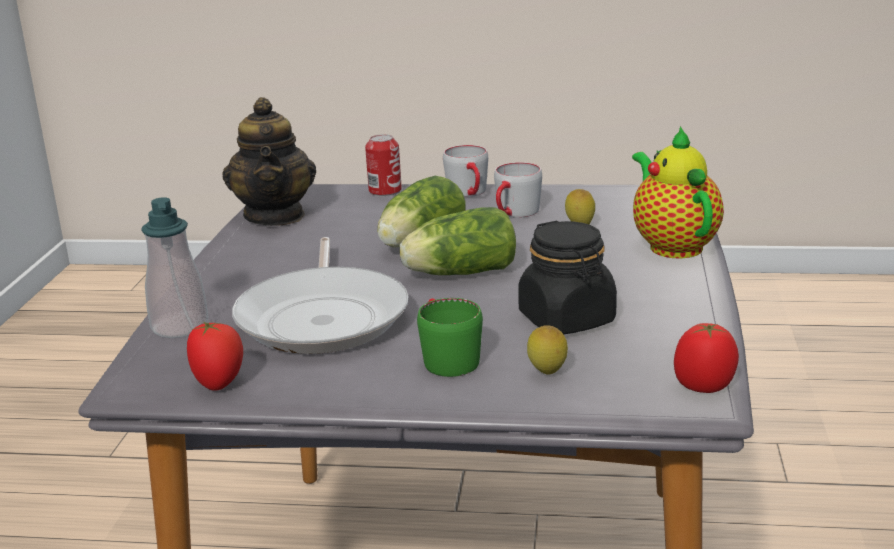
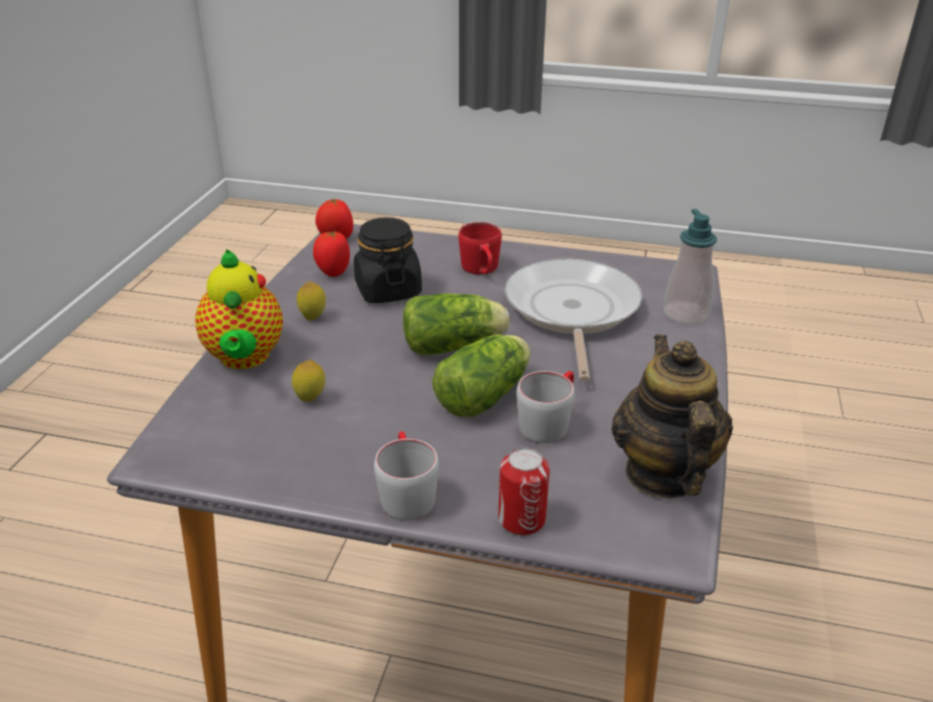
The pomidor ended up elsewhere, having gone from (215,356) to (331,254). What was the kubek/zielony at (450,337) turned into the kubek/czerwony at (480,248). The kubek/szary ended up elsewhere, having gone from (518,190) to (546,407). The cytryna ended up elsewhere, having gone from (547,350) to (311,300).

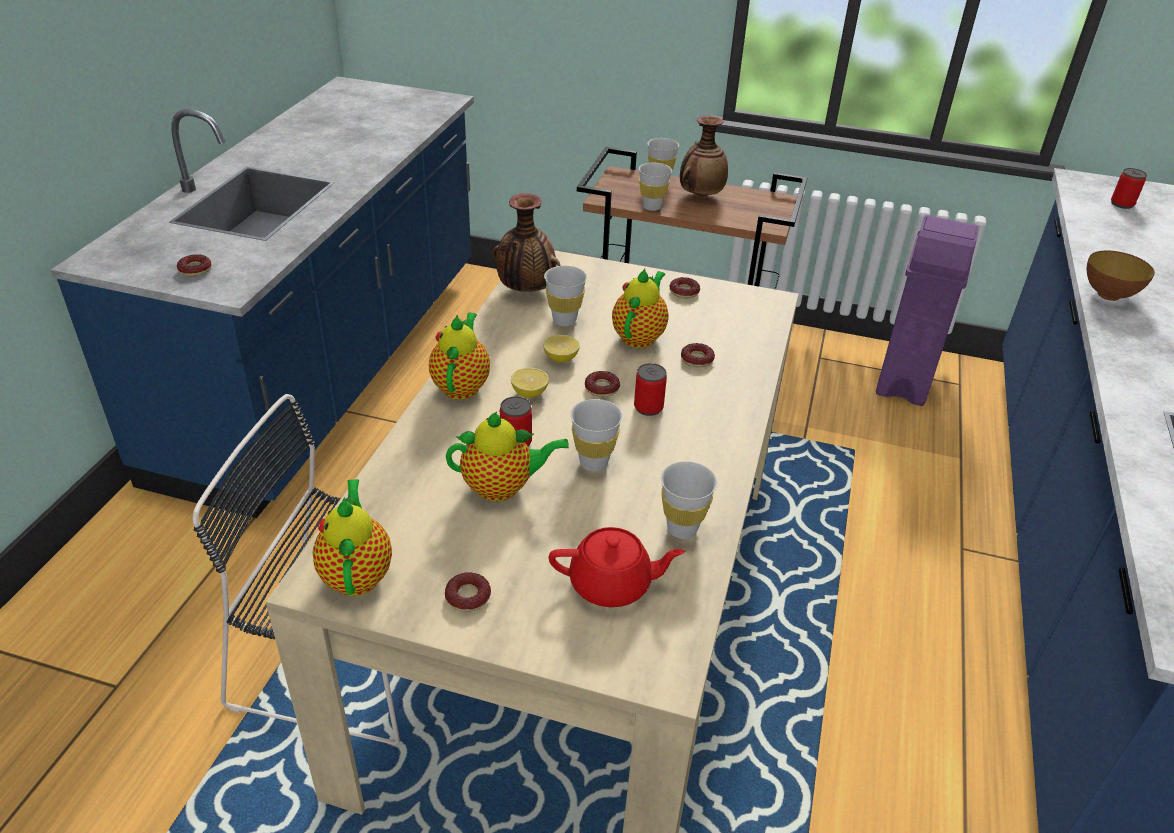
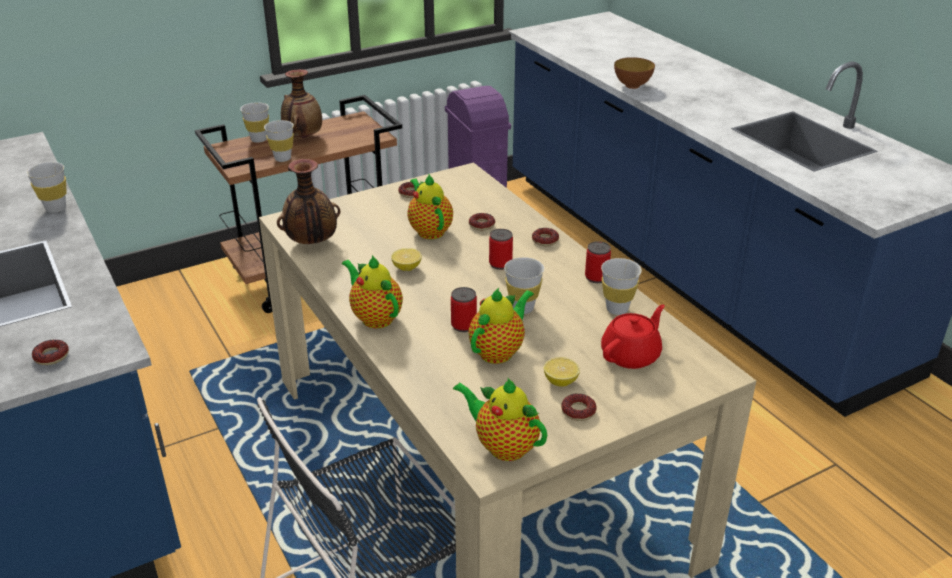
The cytryna ended up elsewhere, having gone from (530,383) to (562,371). The filiżanka/biały ended up elsewhere, having gone from (565,296) to (46,187). The donut ended up elsewhere, having gone from (602,384) to (545,237). The puszka ended up elsewhere, having gone from (1129,188) to (598,262).

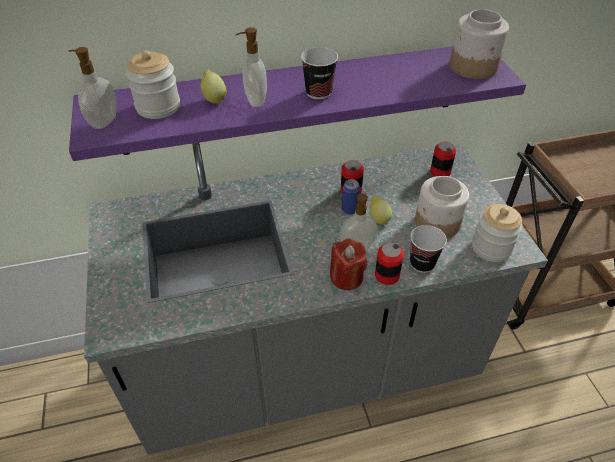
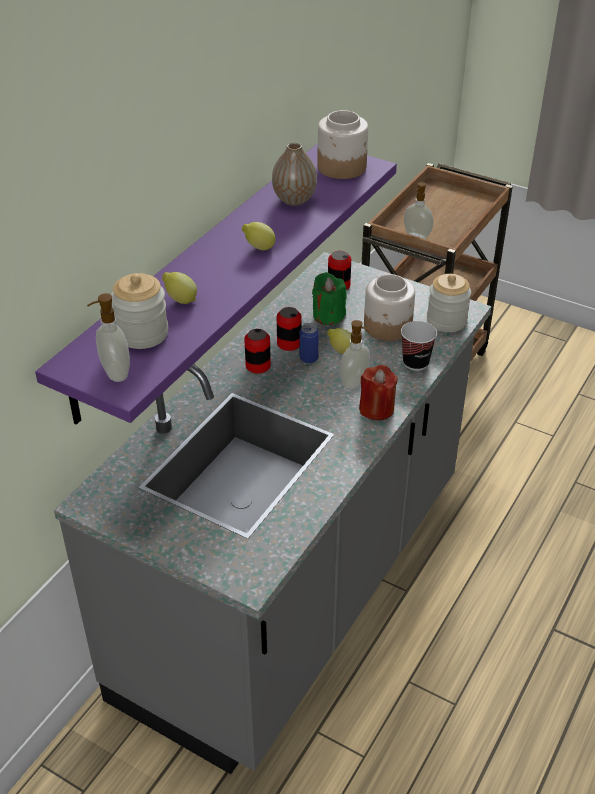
The dozownik mydła ended up elsewhere, having gone from (251,67) to (418,210). Where the filiżanka stood at (319,73), the cytryna came to stand at (258,236). The puszka ended up elsewhere, having gone from (389,264) to (257,351). The second view gained the wazon at (294,174). The second view gained the świeca/zielony at (329,298).

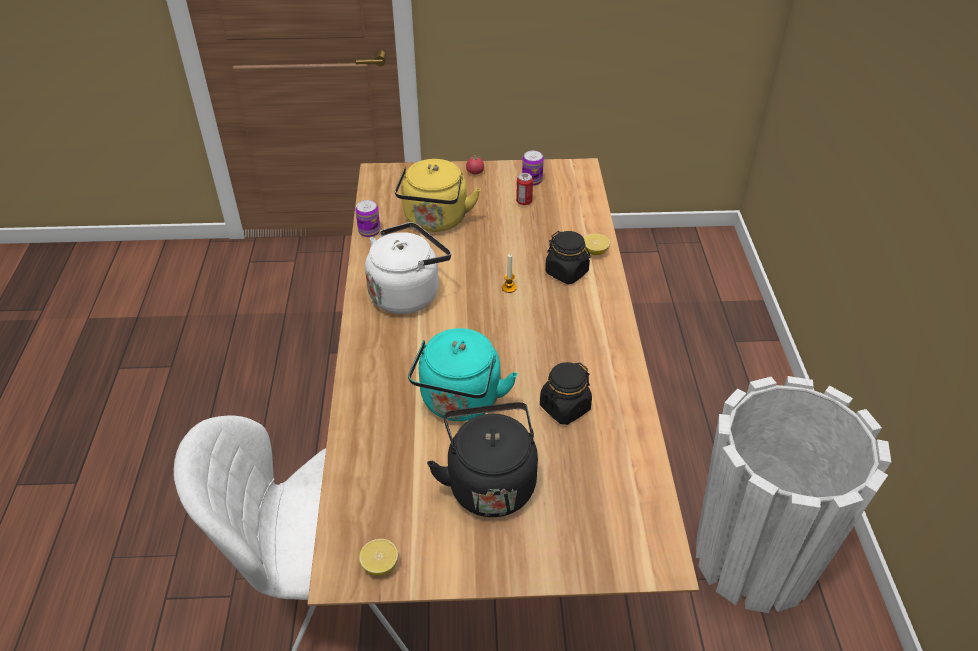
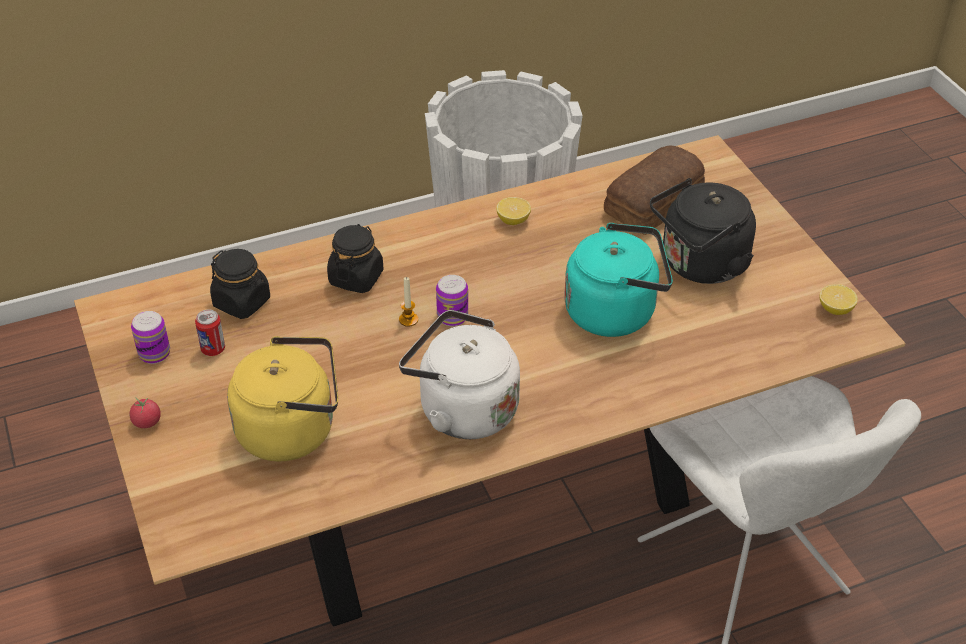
The puszka ended up elsewhere, having gone from (367,219) to (452,300). The słoik/czarny ended up elsewhere, having gone from (566,393) to (240,284). The cytryna ended up elsewhere, having gone from (597,244) to (513,211). The second view gained the chleb at (654,190).

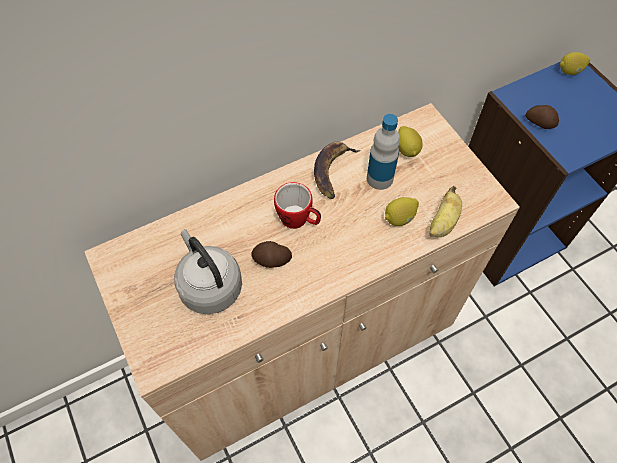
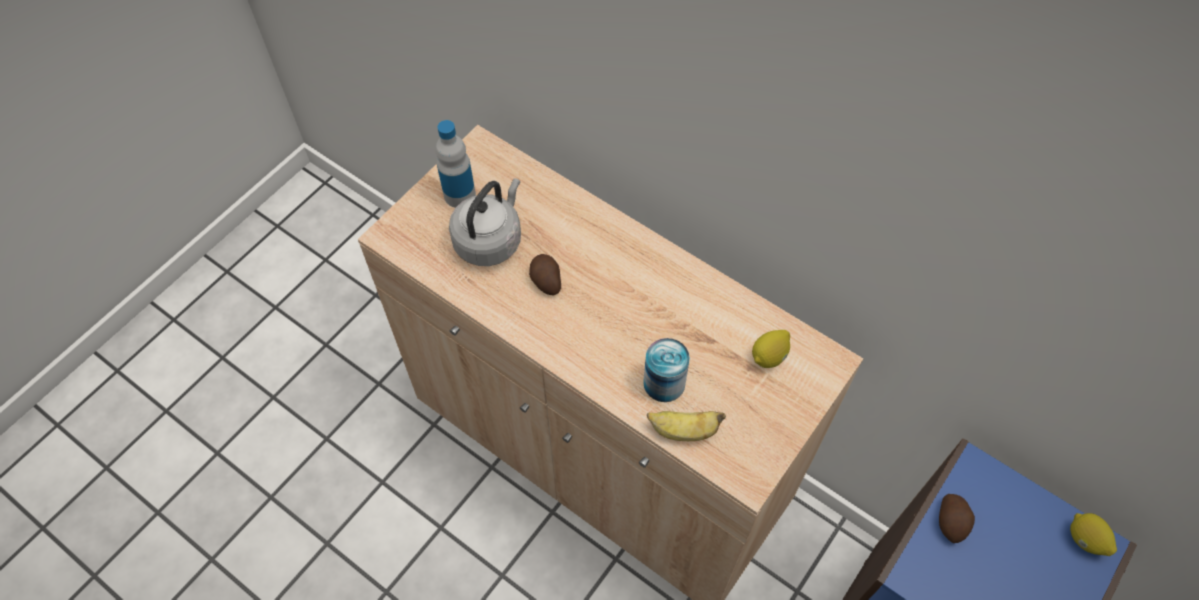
The second view lost the kubek at (297,205). The second view lost the banan at (337,170). The butelka ended up elsewhere, having gone from (383,152) to (456,164). Where the cytryna stood at (402,211), the puszka came to stand at (666,370).

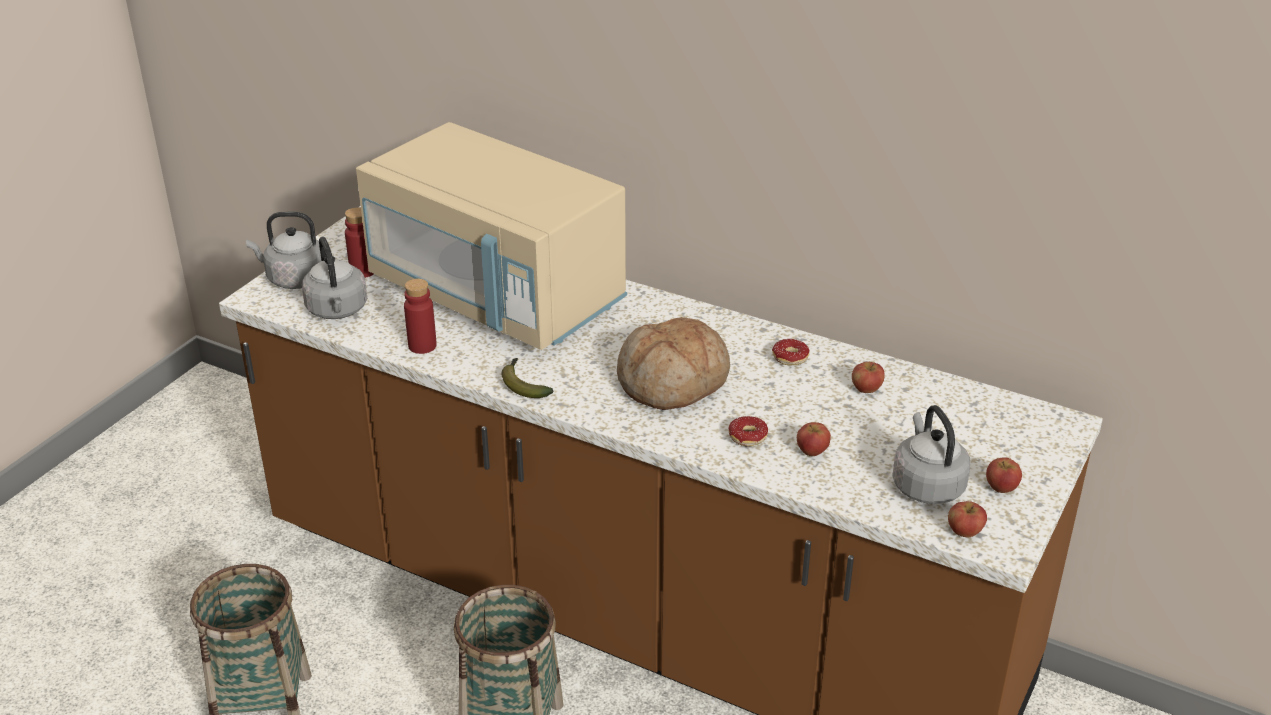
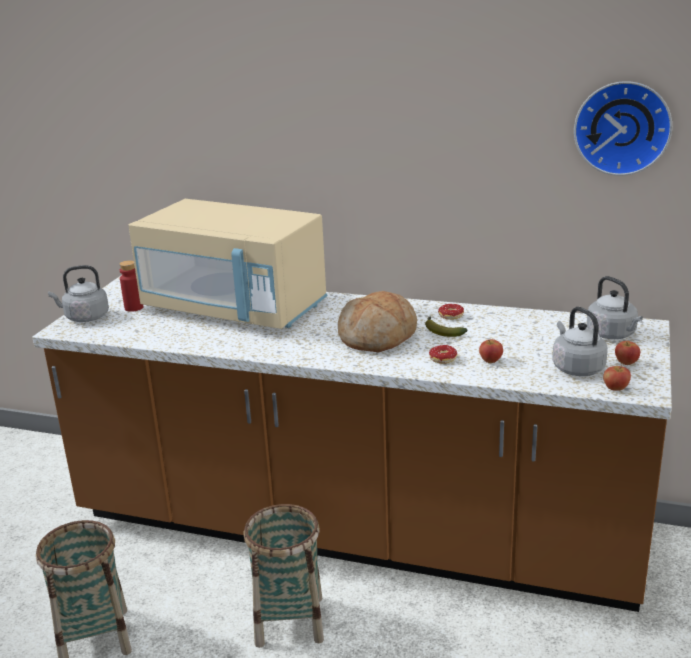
The czajnik/szary ended up elsewhere, having gone from (334,278) to (615,307). The second view lost the butelka/czerwony at (420,316). The banan ended up elsewhere, having gone from (527,378) to (446,326). The second view lost the jabłko at (868,377). The second view gained the zegar ścienny at (623,128).

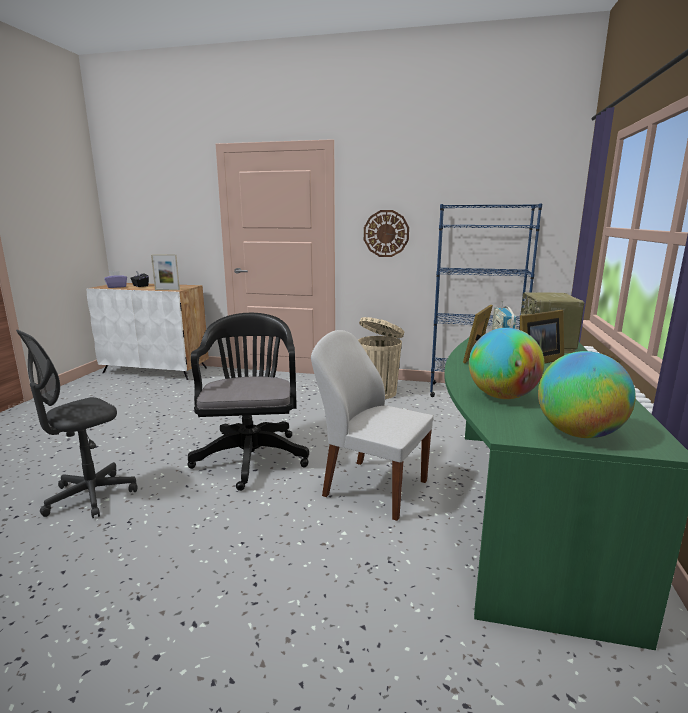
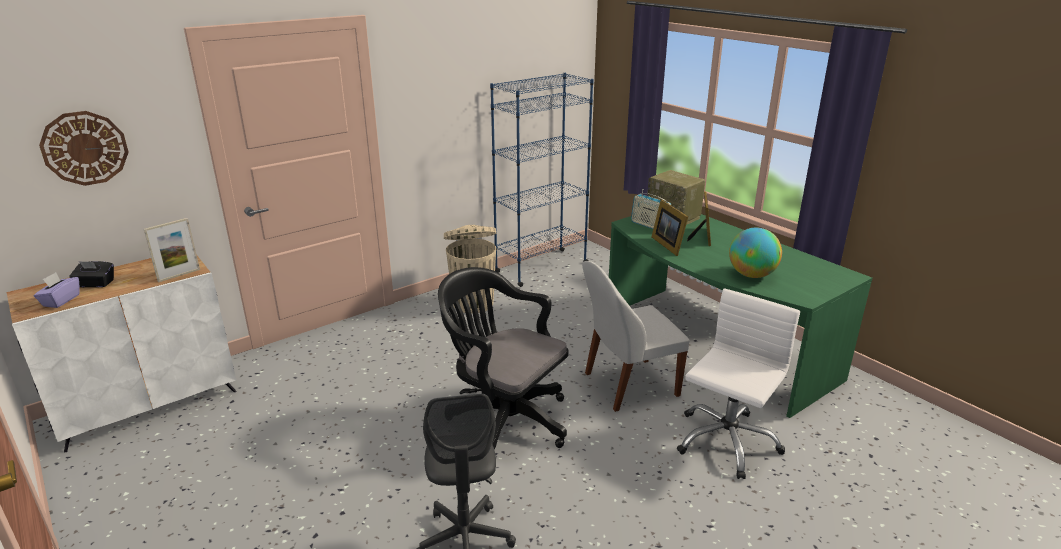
The zegar ścienny ended up elsewhere, having gone from (386,233) to (84,148). The second view lost the globus at (587,394). The second view gained the krzesło biurowe/biały at (738,383).

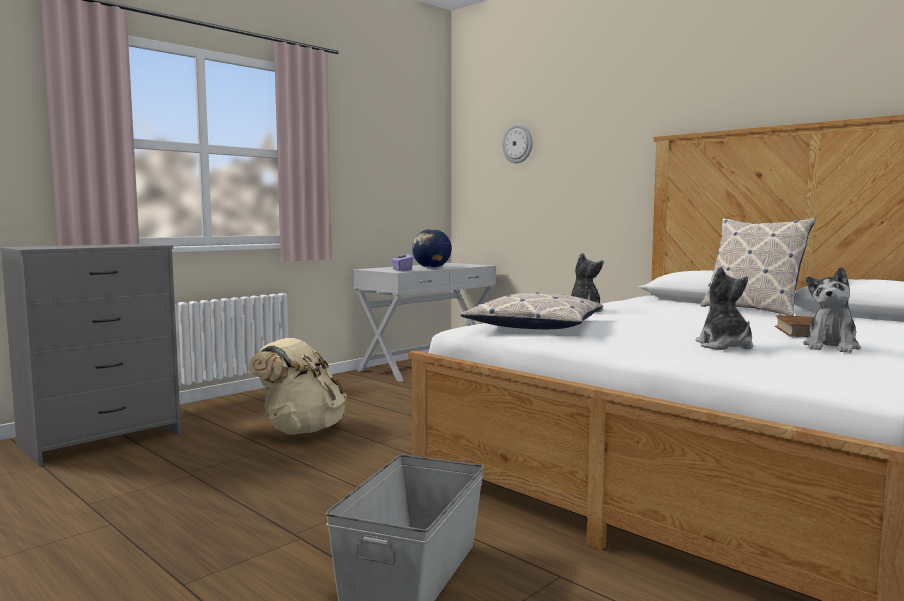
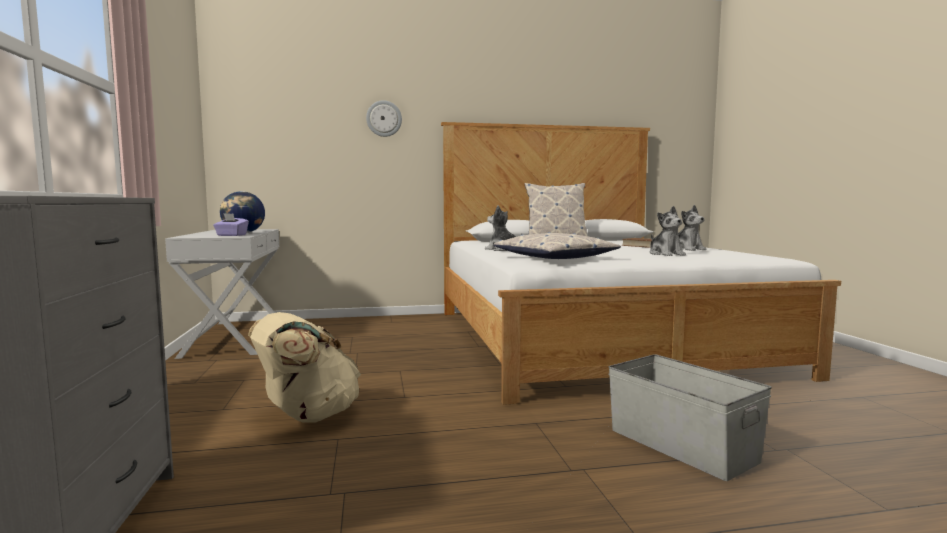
The zegar ścienny ended up elsewhere, having gone from (517,143) to (384,118). The pluszak at (724,308) ended up facing another way, 135 degrees counterclockwise from before.

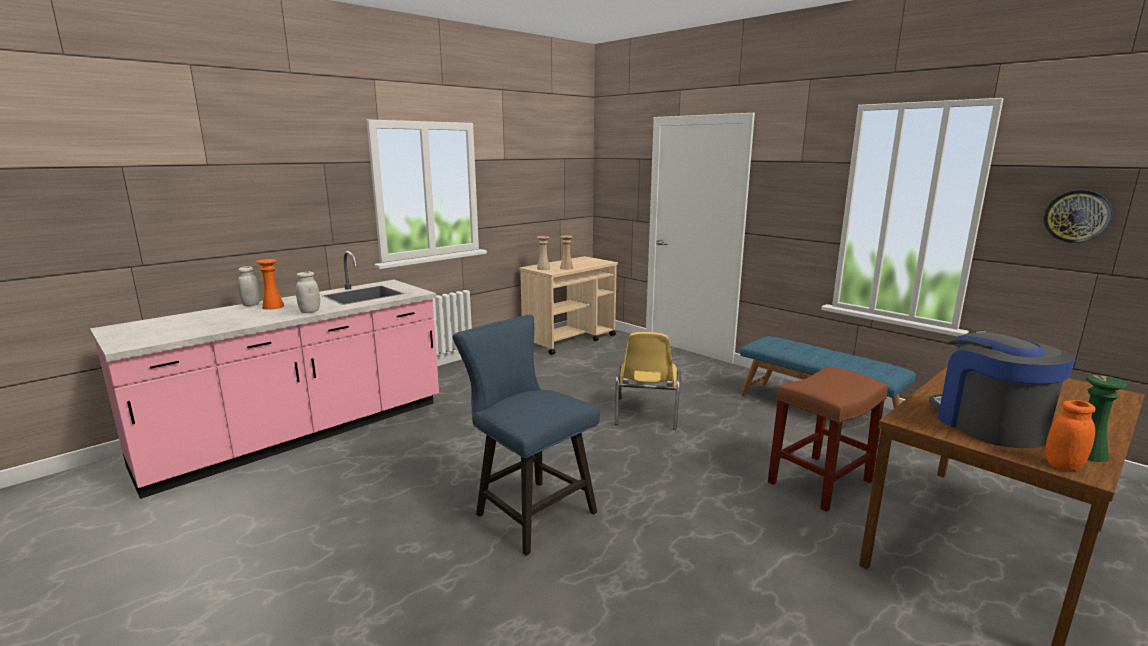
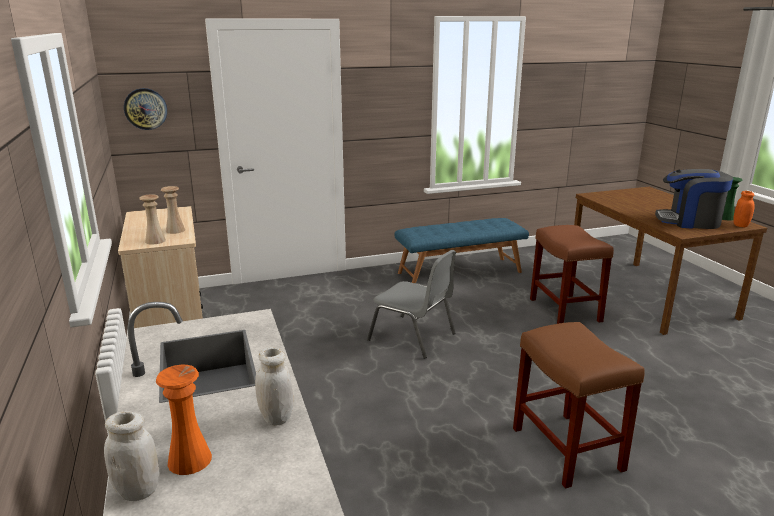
Where the krzesło/niebieski stood at (526,435), the stołek/brązowy came to stand at (579,405). What was the krzesło/żółty at (648,381) turned into the krzesło/szary at (411,304). The zegar ścienny ended up elsewhere, having gone from (1077,216) to (145,109).

